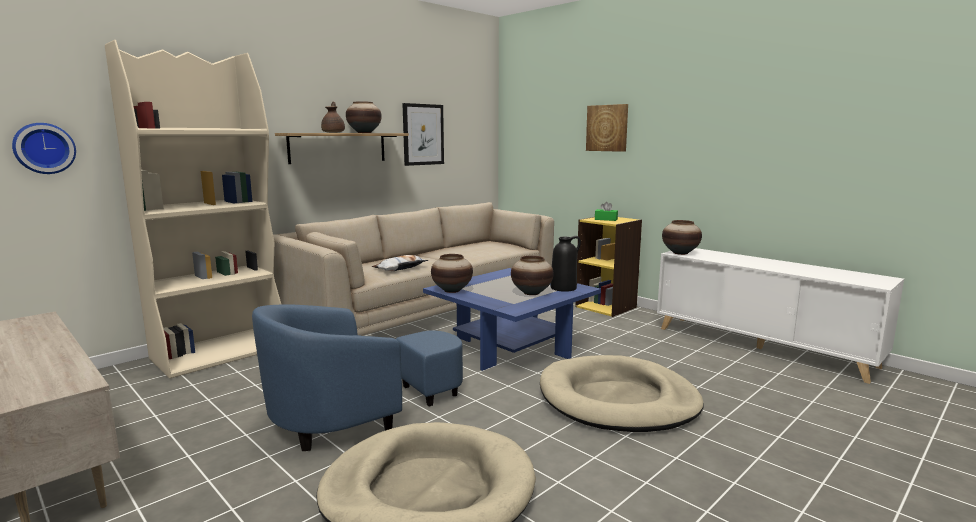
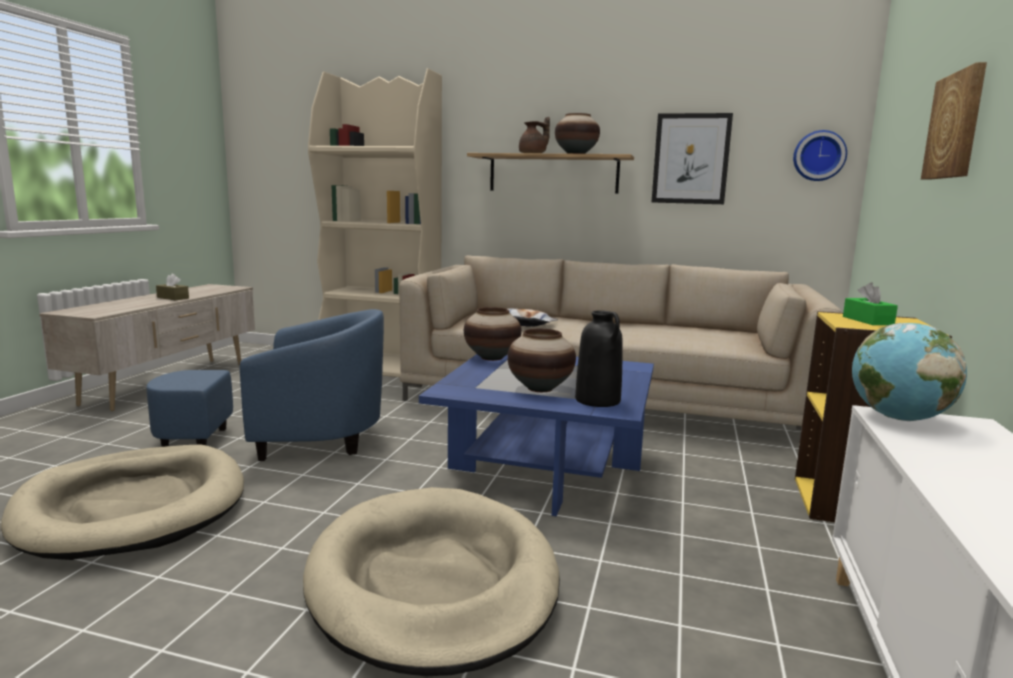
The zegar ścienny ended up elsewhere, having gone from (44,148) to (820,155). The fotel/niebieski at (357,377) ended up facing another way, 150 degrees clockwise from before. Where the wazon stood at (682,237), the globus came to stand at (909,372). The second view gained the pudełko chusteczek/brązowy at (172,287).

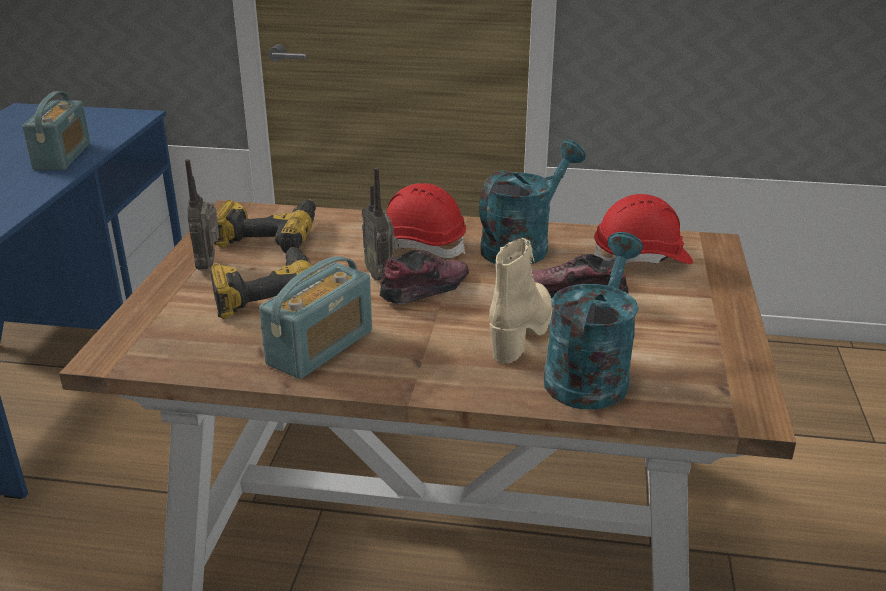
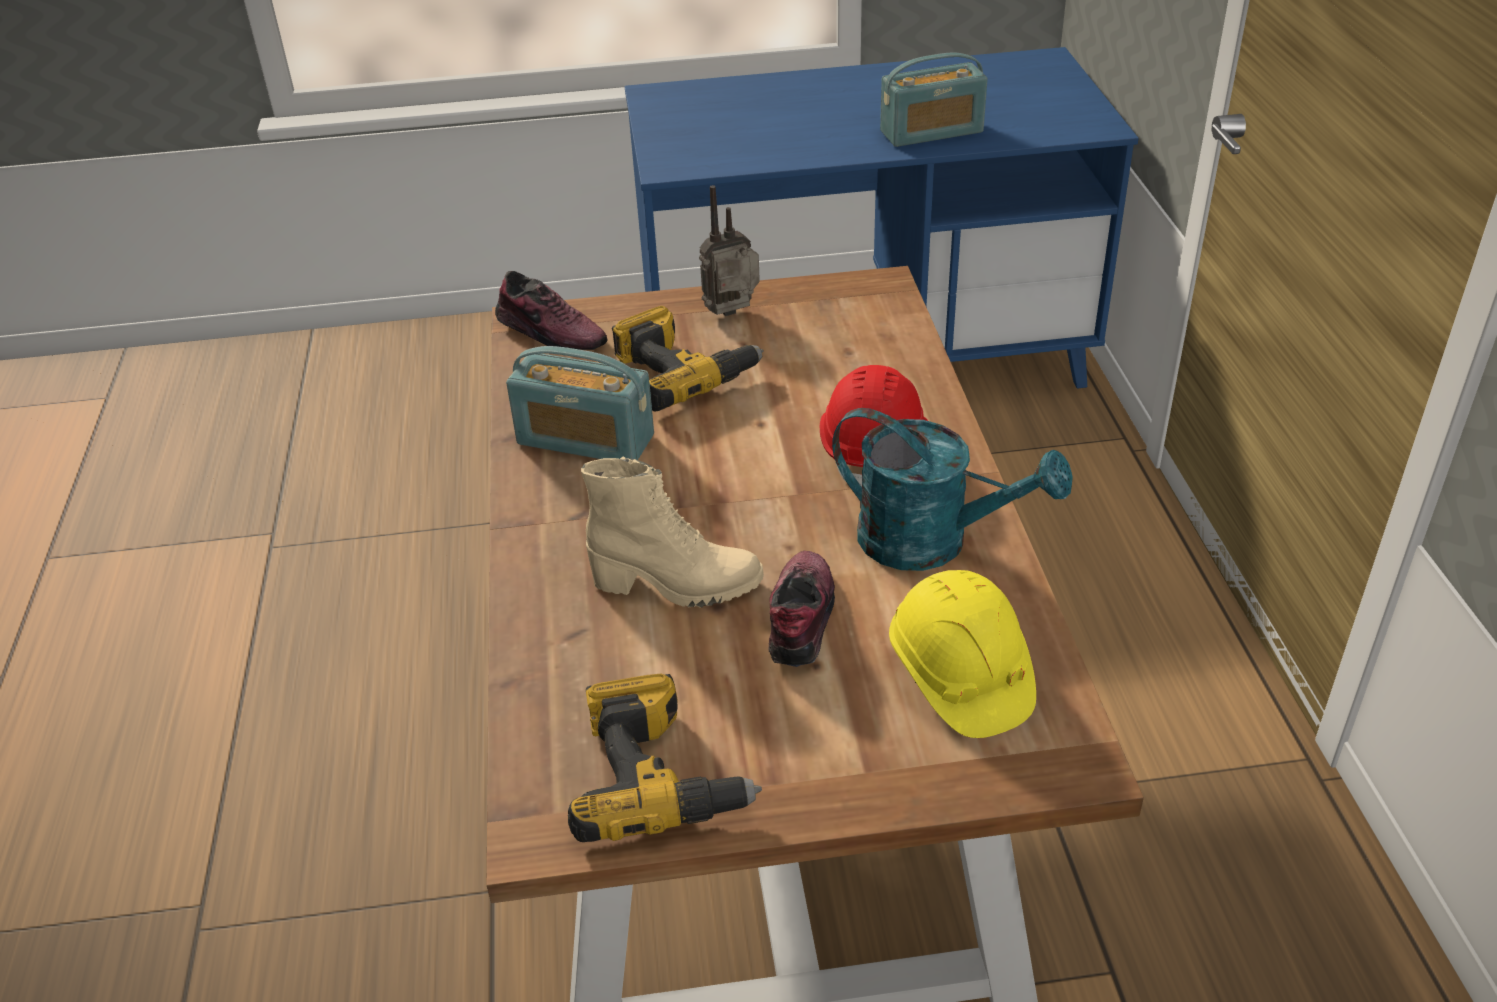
The wiertarka ended up elsewhere, having gone from (265,226) to (665,758). The second view lost the radio at (380,224). The but ended up elsewhere, having gone from (424,277) to (551,310). The second view lost the konewka/turkusowy at (593,320). What was the kask/czerwony at (643,229) turned into the kask/żółty at (962,654).

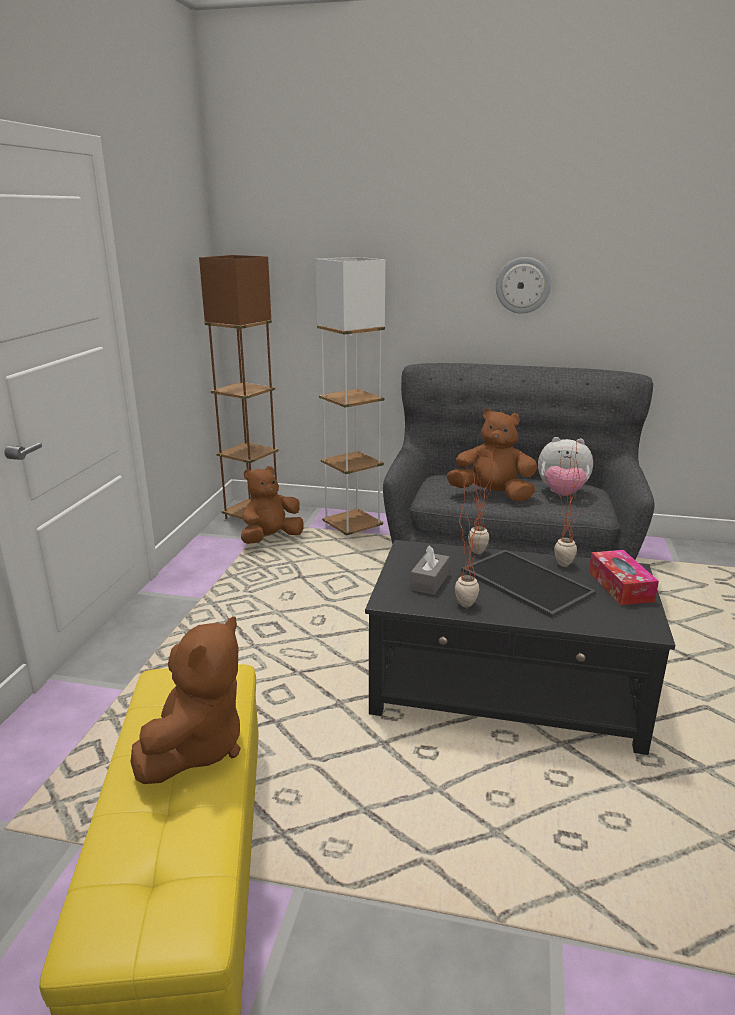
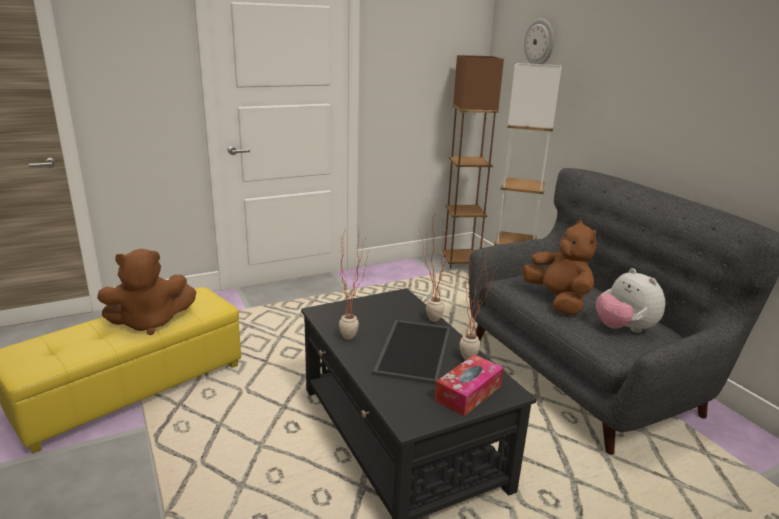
The second view lost the pluszak/brązowy at (272,505). The second view lost the pudełko chusteczek/szary at (430,570). The zegar ścienny ended up elsewhere, having gone from (523,285) to (539,41).

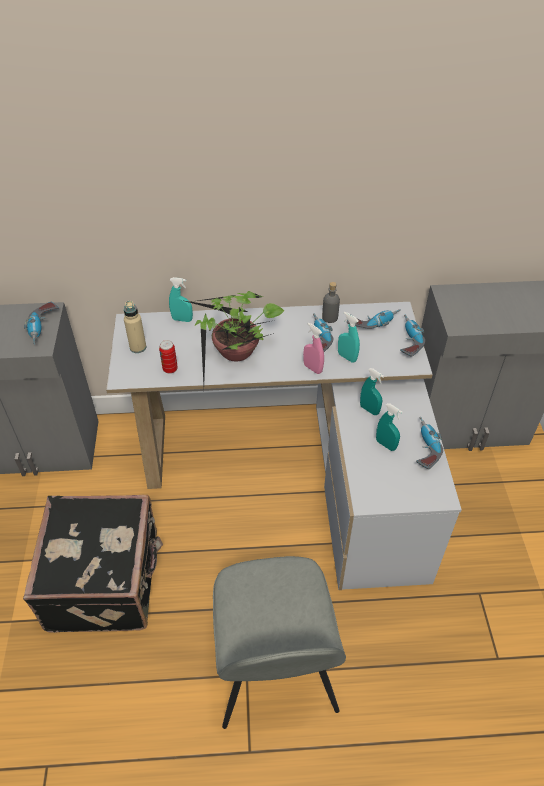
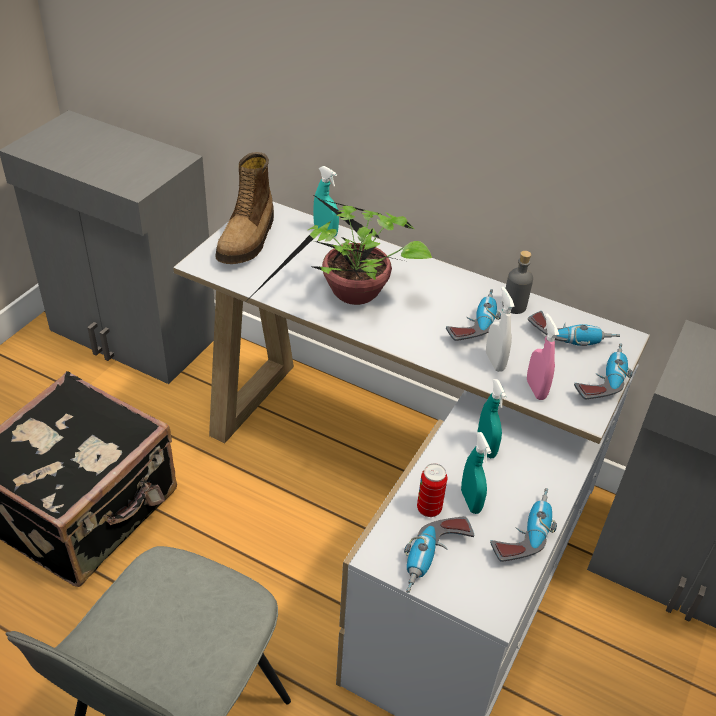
The wiertarka ended up elsewhere, having gone from (41,323) to (439,554). Where the butelka/beżowy stood at (135,327), the but z cholewką came to stand at (244,208). The puszka ended up elsewhere, having gone from (168,356) to (432,490). The spryskiwacz/różowy ended up elsewhere, having gone from (313,348) to (543,356). What was the spryskiwacz/turkusowy at (349,337) turned into the spryskiwacz/biały at (500,329).

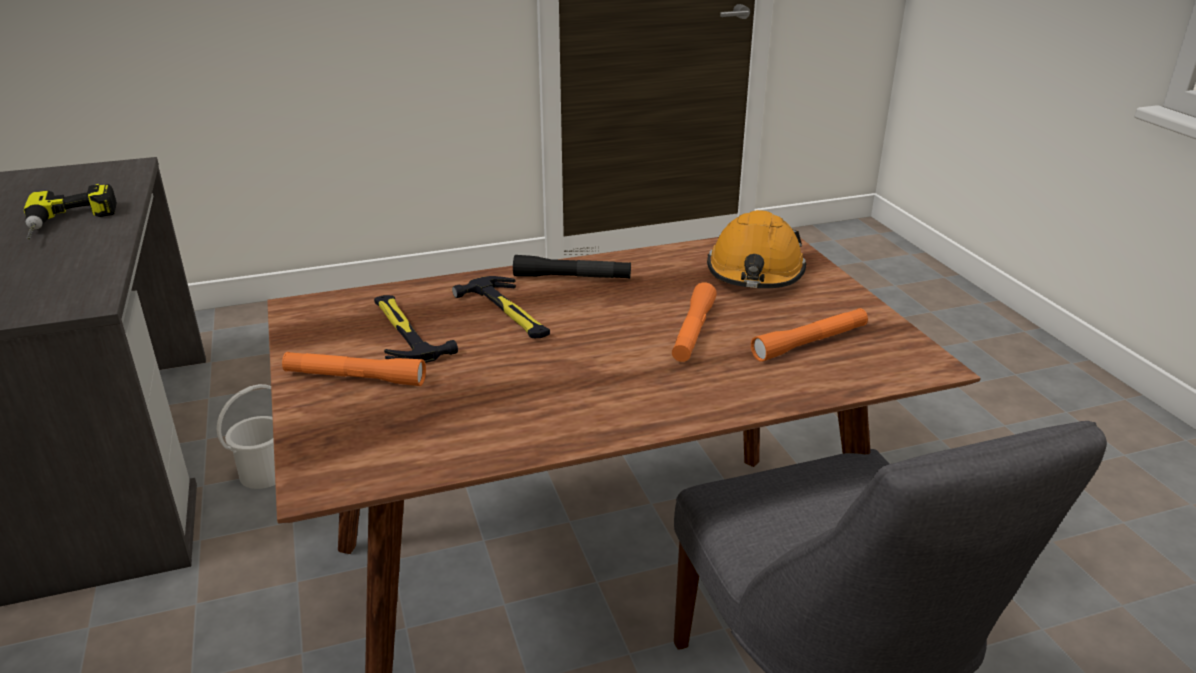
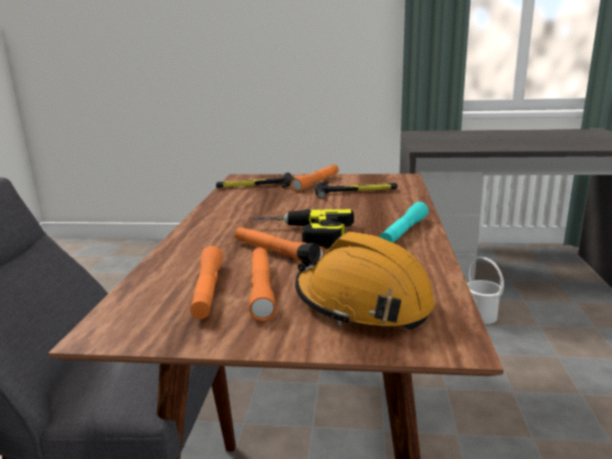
The wiertarka ended up elsewhere, having gone from (70,211) to (303,229). The młotek ended up elsewhere, having gone from (501,307) to (255,180). What was the latarka/czarny at (572,267) turned into the latarka/turkusowy at (403,222). The second view gained the latarka/pomarańczowy at (262,284).

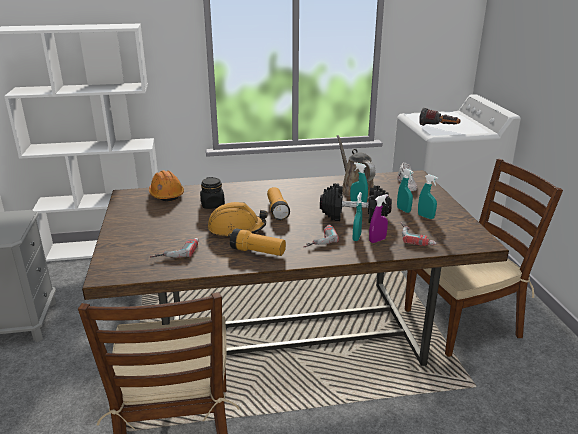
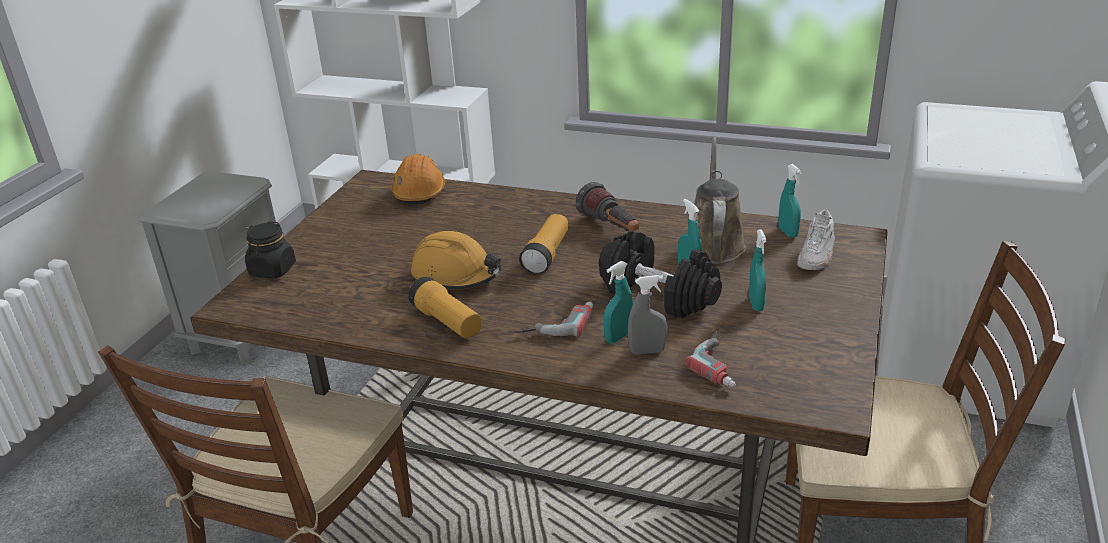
The second view lost the wiertarka at (174,248). The słoik/czarny ended up elsewhere, having gone from (212,193) to (270,249). What was the spryskiwacz/fioletowy at (378,218) turned into the spryskiwacz/szary at (647,314). The spryskiwacz/turkusowy ended up elsewhere, having gone from (428,196) to (790,201). The latarka ended up elsewhere, having gone from (440,117) to (607,206).

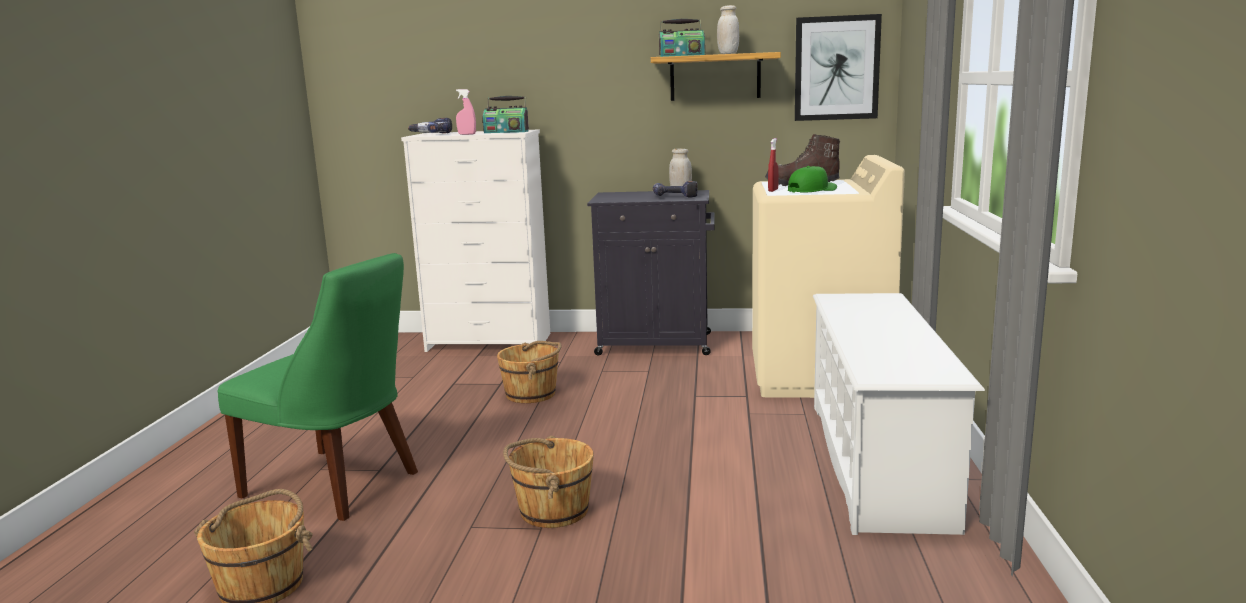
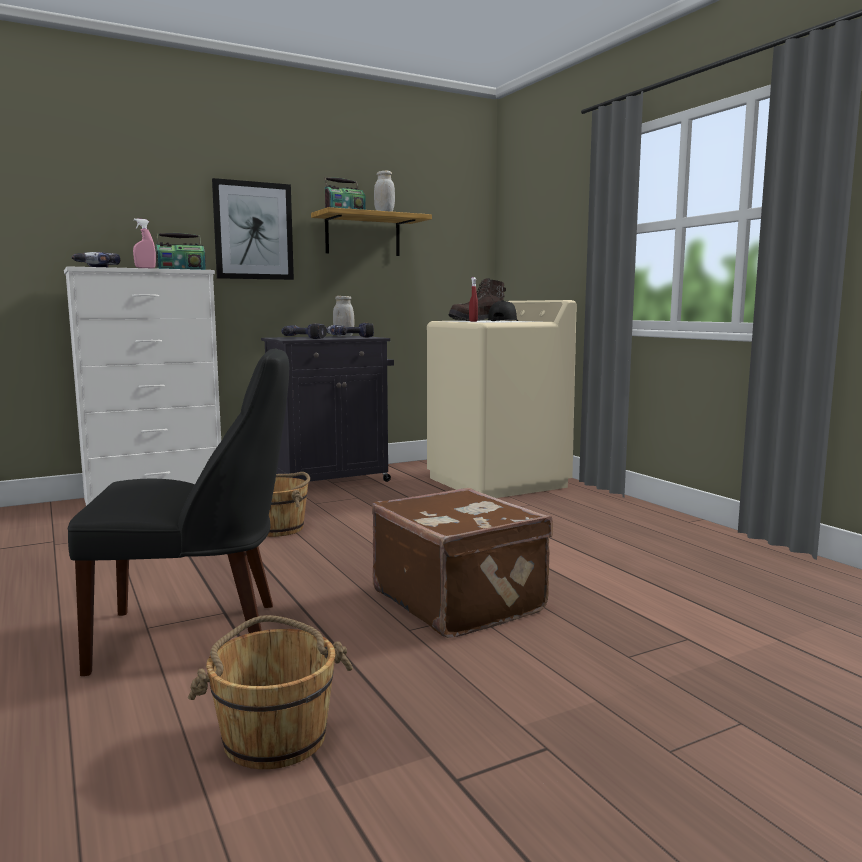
What was the krzesło/zielony at (317,387) turned into the krzesło/czarny at (178,512). Where the wiadro/brązowy stood at (548,482), the walizka/brązowy came to stand at (462,563). What was the czapka z daszkiem/zielony at (812,179) turned into the czapka z daszkiem/czarny at (503,310). The obraz ended up elsewhere, having gone from (838,67) to (253,229). The second view lost the regał na buty/biały at (899,414). The second view gained the wiertarka at (304,331).

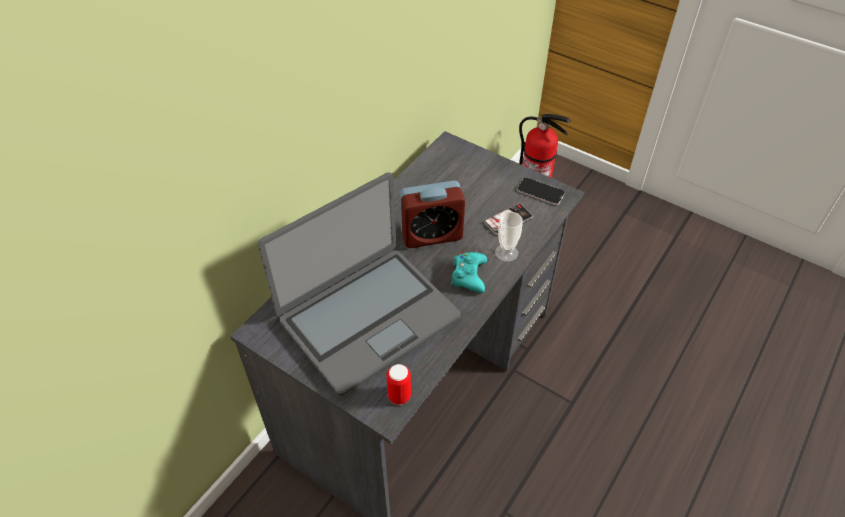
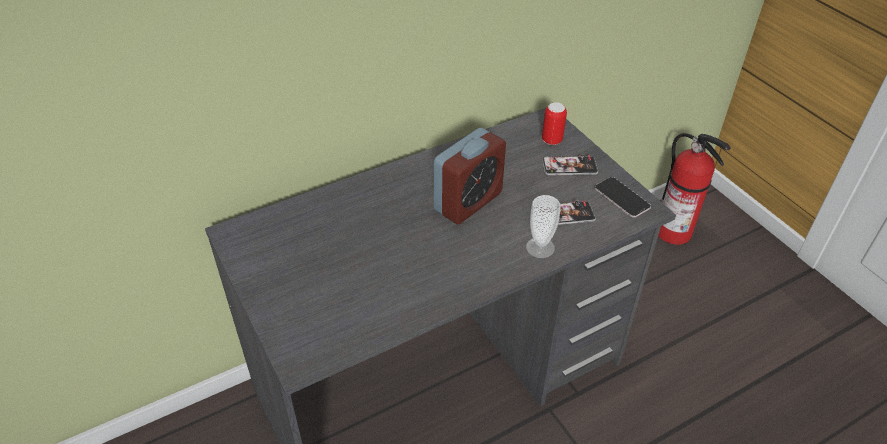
The second view lost the laptop at (359,284). The puszka ended up elsewhere, having gone from (398,384) to (554,123). The budzik at (432,214) ended up facing another way, 60 degrees counterclockwise from before. The second view lost the pad do gier/turkusowy at (469,272). The second view gained the telefon at (570,165).

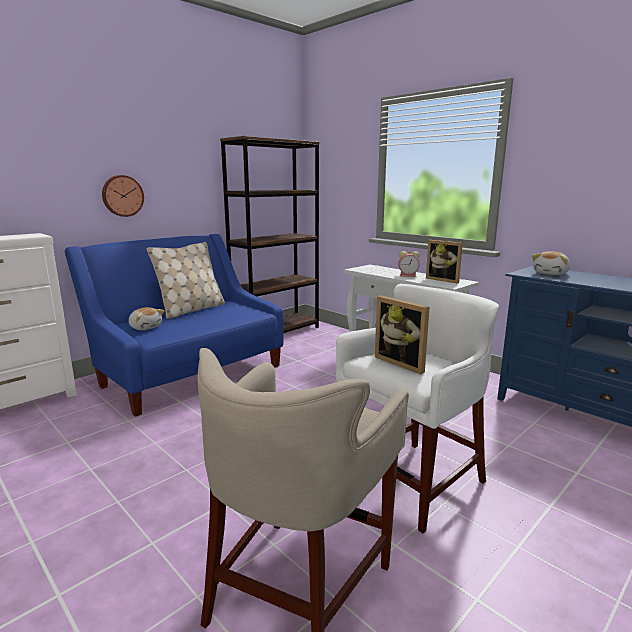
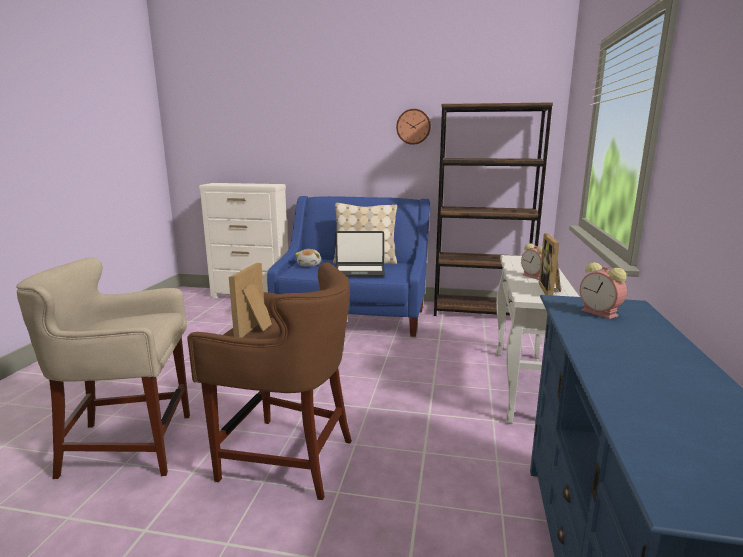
The zegar ścienny ended up elsewhere, having gone from (123,196) to (413,127). What was the stołek/biały at (417,409) turned into the stołek/brązowy at (269,381). Where the pluszak stood at (551,263), the budzik came to stand at (603,291). The second view gained the laptop at (360,254).

